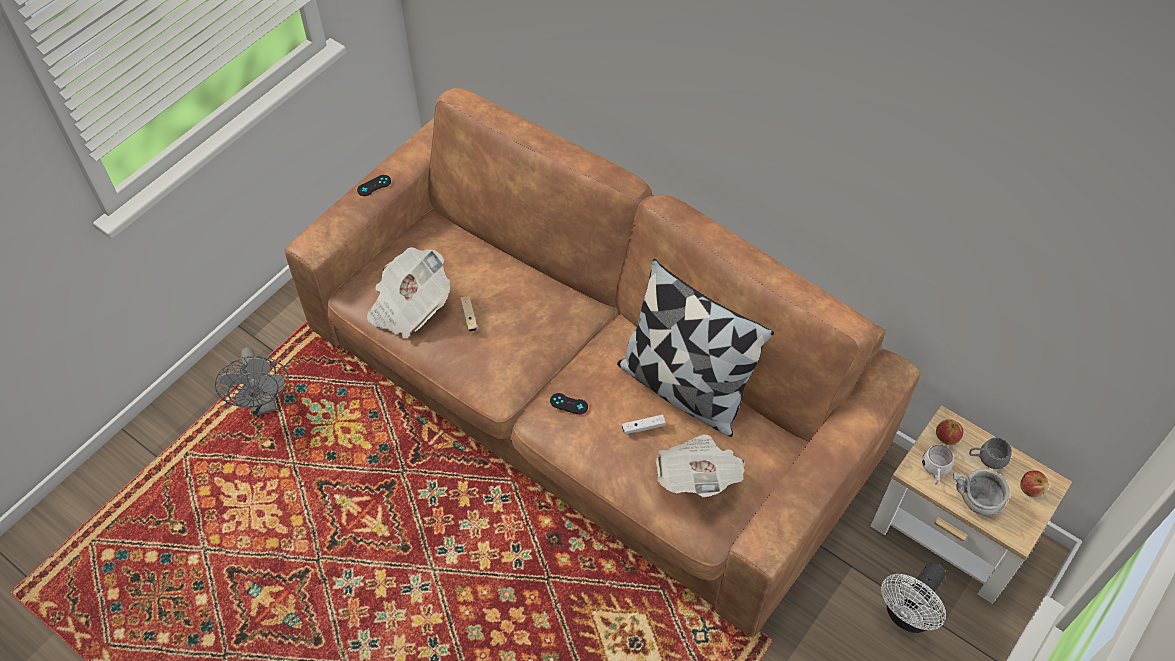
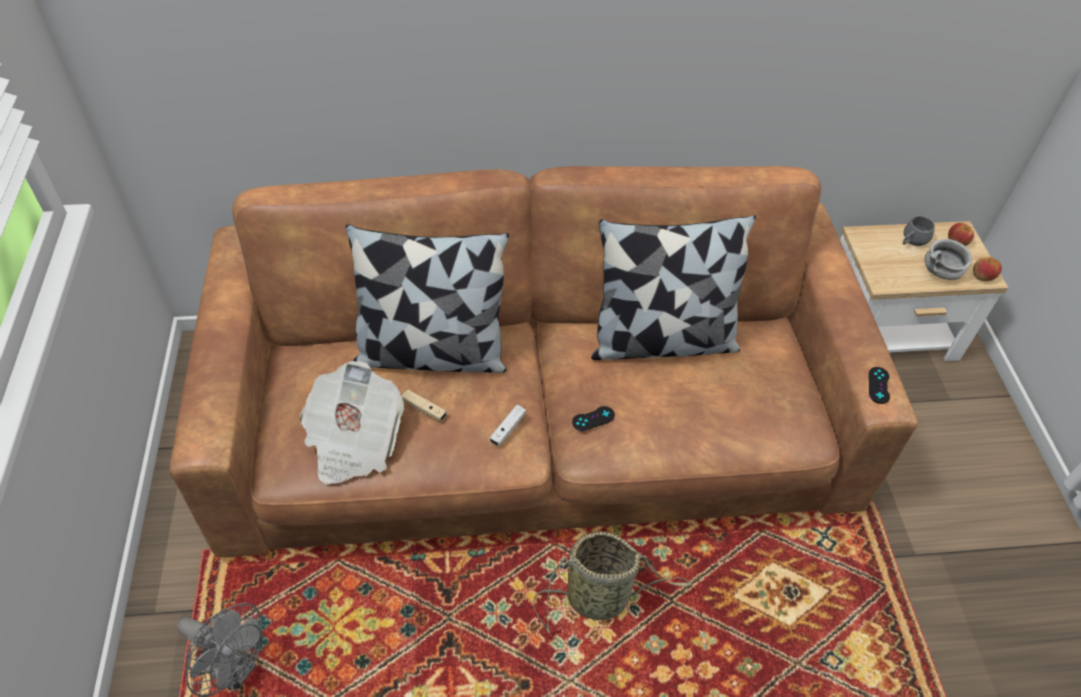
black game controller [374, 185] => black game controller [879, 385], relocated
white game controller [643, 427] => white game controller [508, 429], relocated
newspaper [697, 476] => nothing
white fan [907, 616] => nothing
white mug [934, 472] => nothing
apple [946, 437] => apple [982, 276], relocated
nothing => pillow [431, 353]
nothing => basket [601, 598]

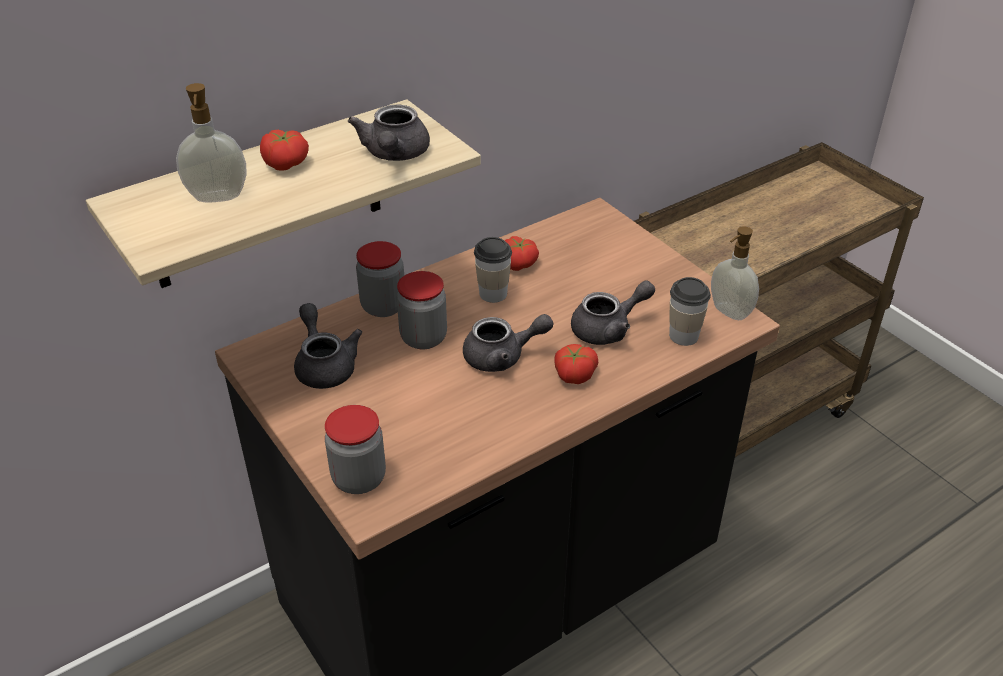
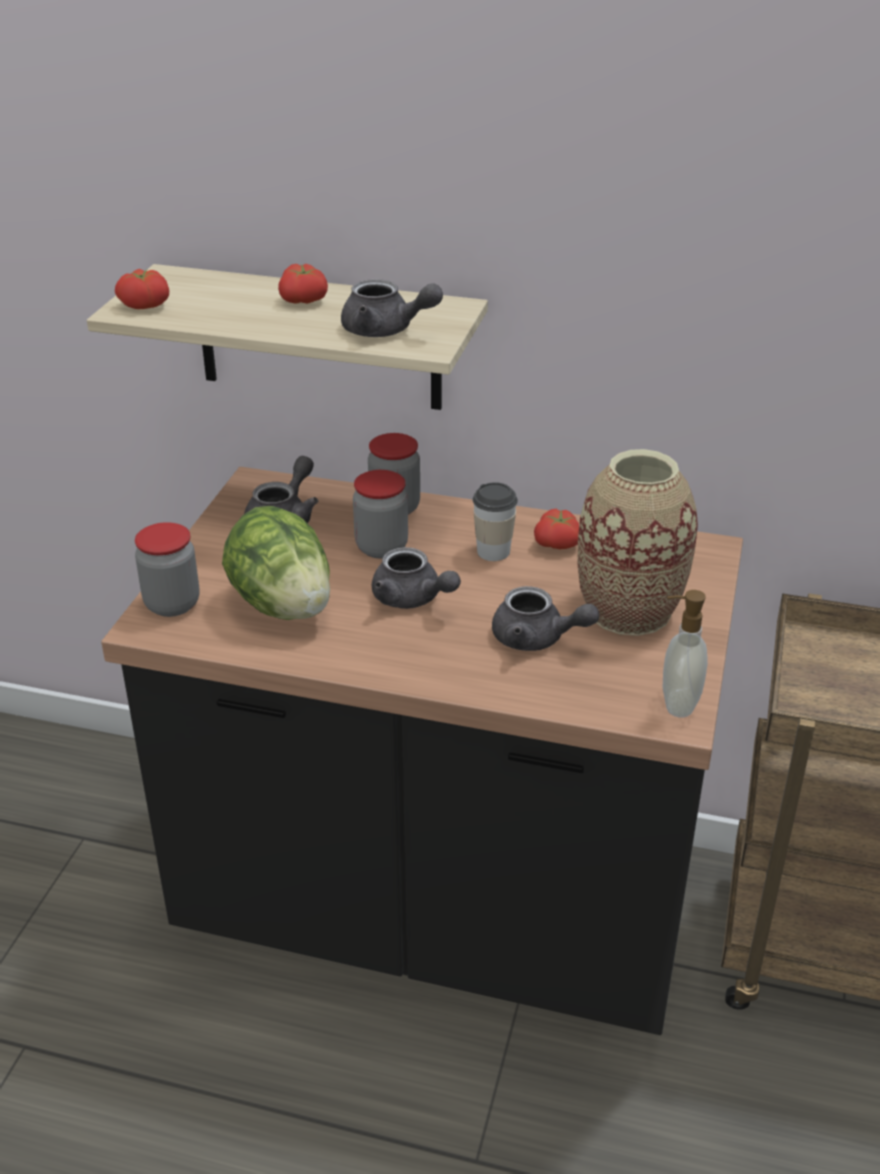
soap dispenser [218, 198] => nothing
grey teapot [394, 155] => grey teapot [386, 330], 120 degrees counterclockwise
tomato [573, 374] => tomato [145, 304], relocated
cup [683, 336] => nothing
nothing => lettuce [283, 605]
nothing => vase [628, 610]

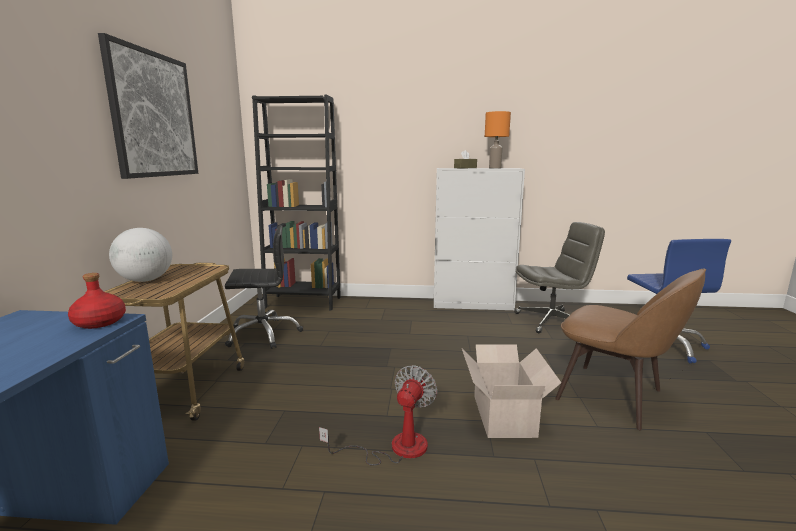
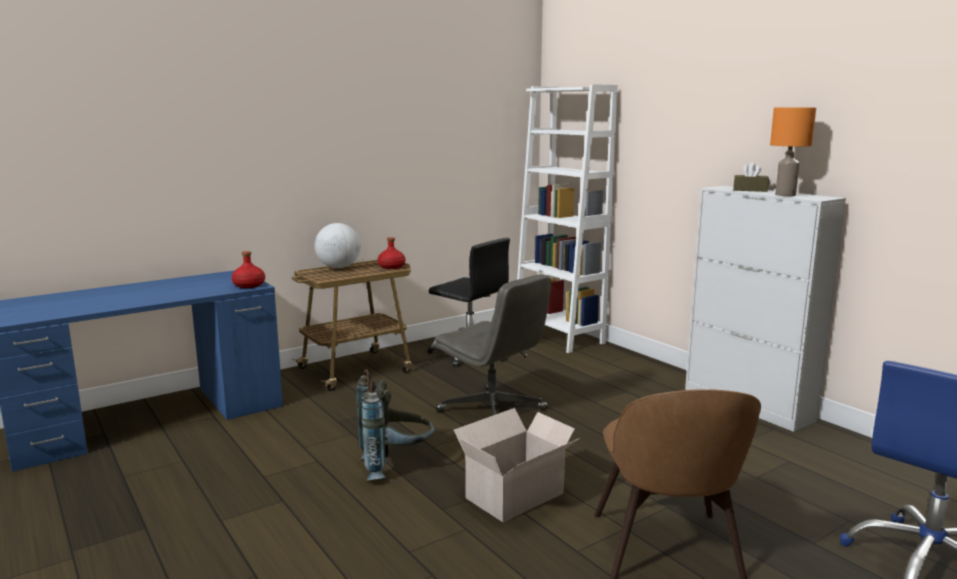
picture [153, 115] => nothing
black bookcase [303, 302] => white bookcase [558, 337]
fan [395, 448] => grey backpack [395, 466]
grey office chair [551, 321] => grey office chair [493, 411], relocated
nothing => red bottle [391, 267]

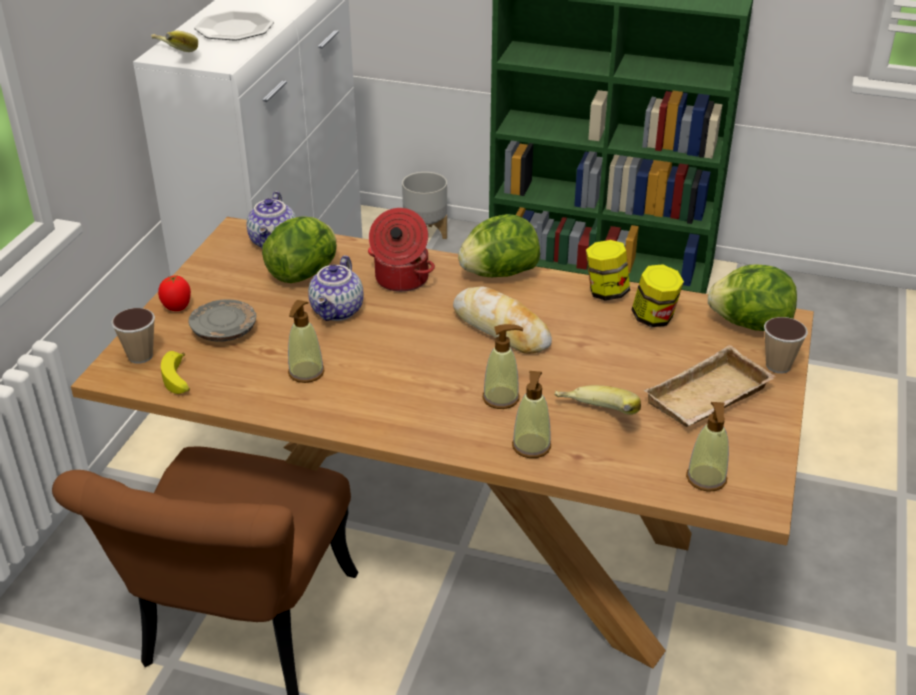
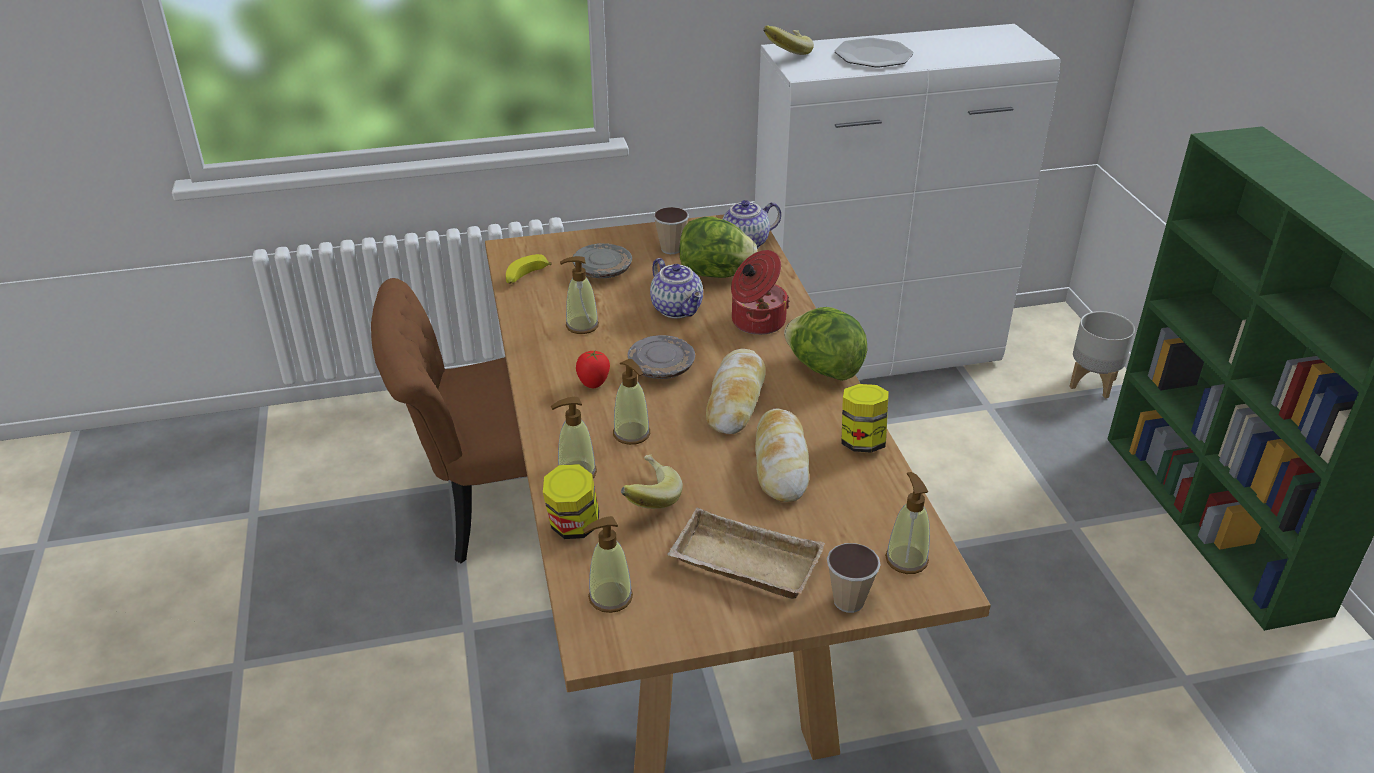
cup [140, 356] => cup [671, 249], relocated
tomato [177, 308] => tomato [593, 384], relocated
teapot [338, 311] => teapot [678, 309], 105 degrees counterclockwise
jar [654, 318] => jar [573, 526], relocated
lettuce [749, 325] => soap dispenser [906, 559]
nothing => grey plate [661, 367]
nothing => bread [780, 463]

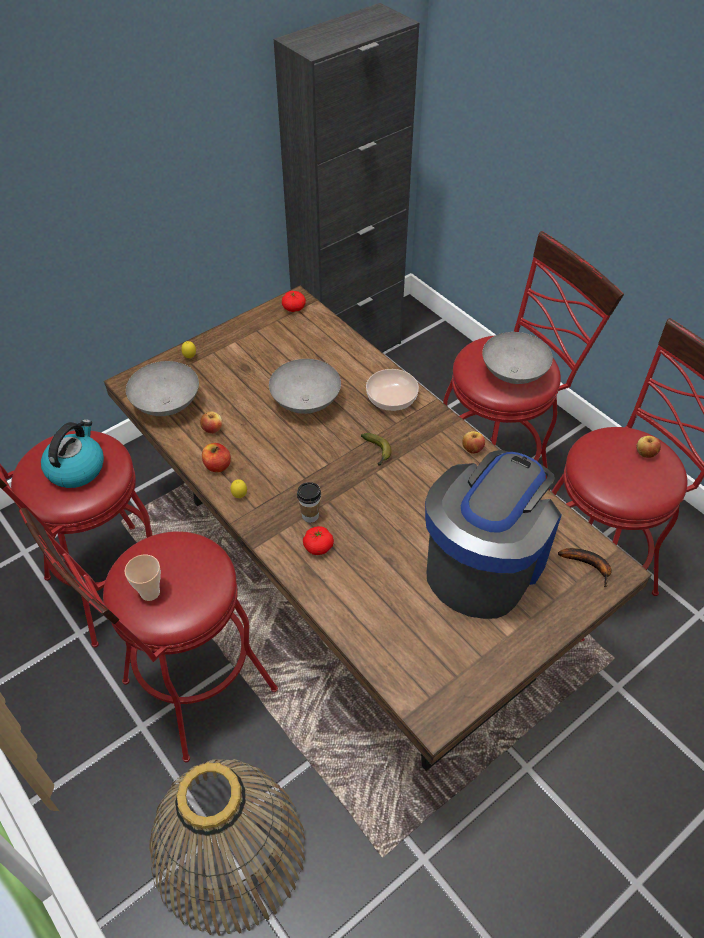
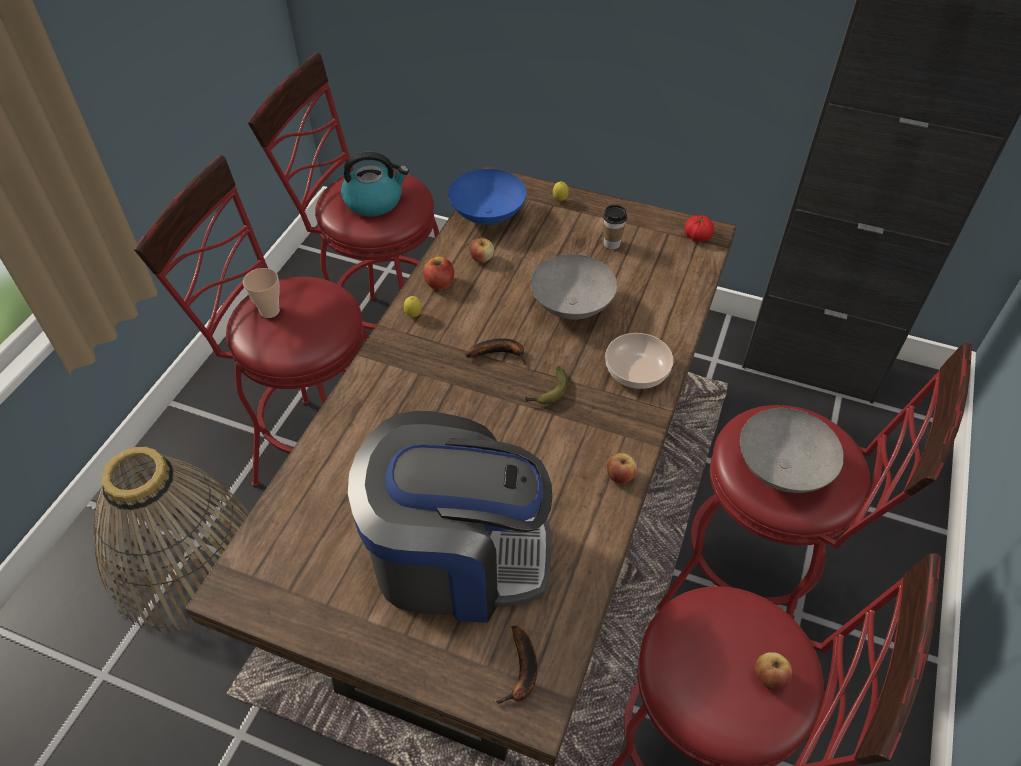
grey bowl [165, 405] => blue bowl [486, 215]
cup [310, 516] => cup [611, 243], relocated
tomato [318, 547] => nothing
nothing => banana [500, 353]

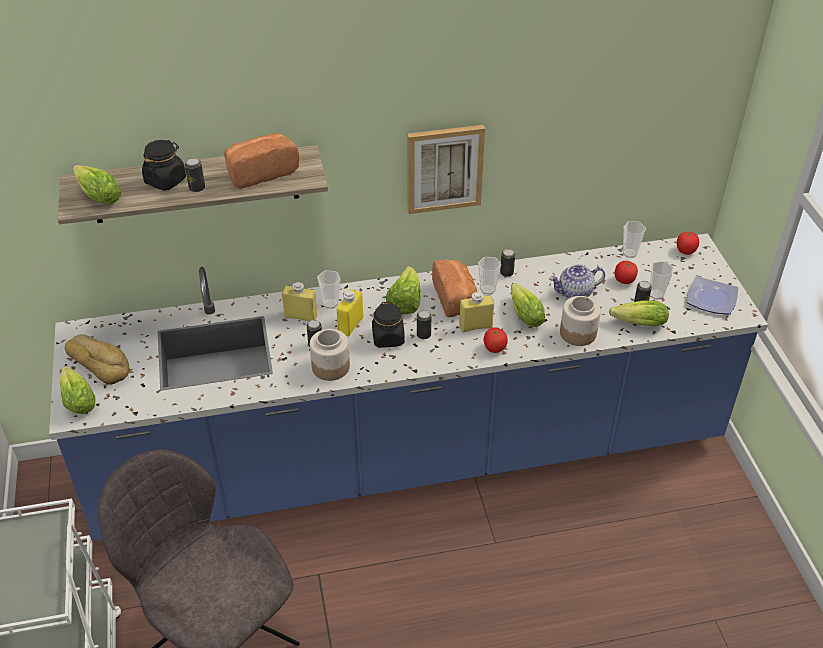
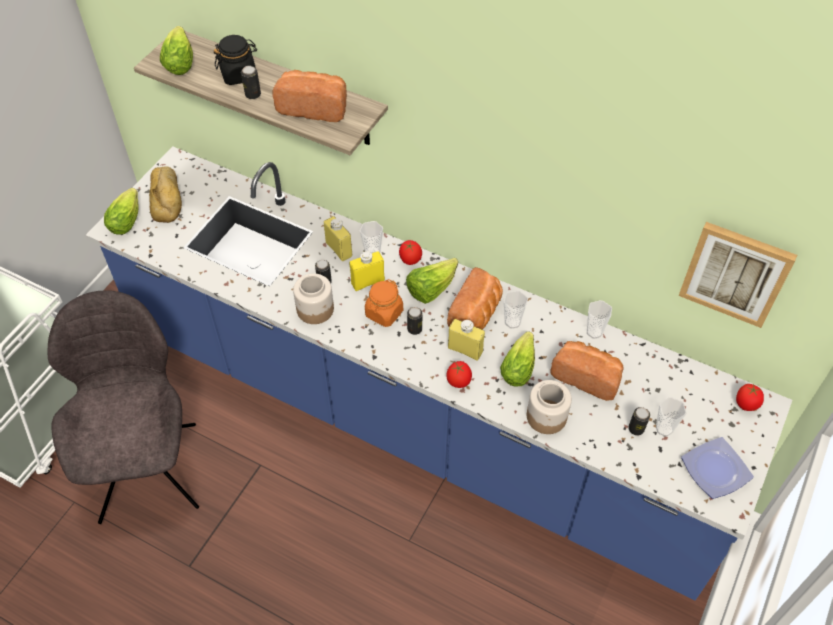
black jar [388, 338] => orange jar [384, 313]
picture [444, 168] => picture [735, 273], relocated
can [506, 273] => nothing
teapot [575, 293] => bread [587, 376]
lettuce [636, 323] => nothing
tomato [624, 280] => tomato [410, 259], relocated
cup [629, 253] => cup [594, 332], relocated

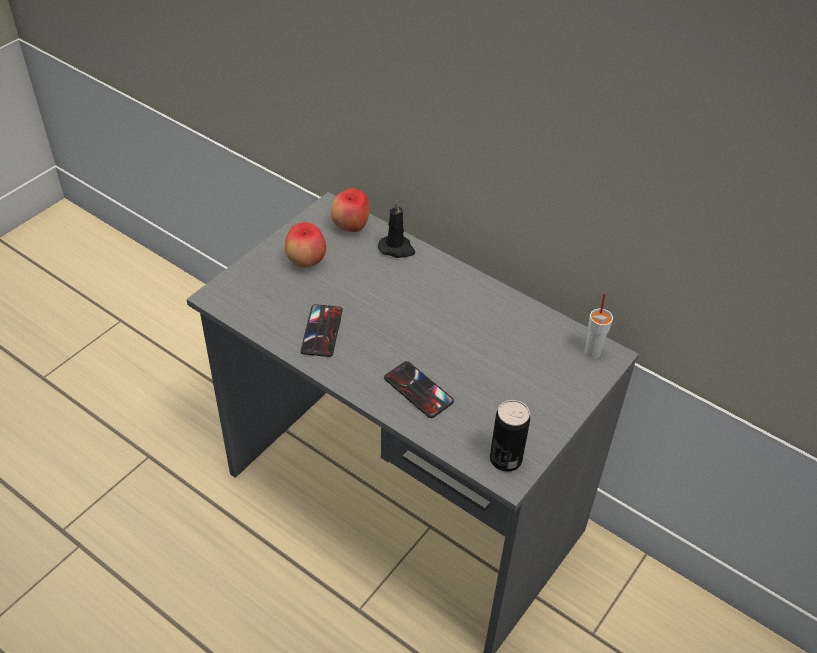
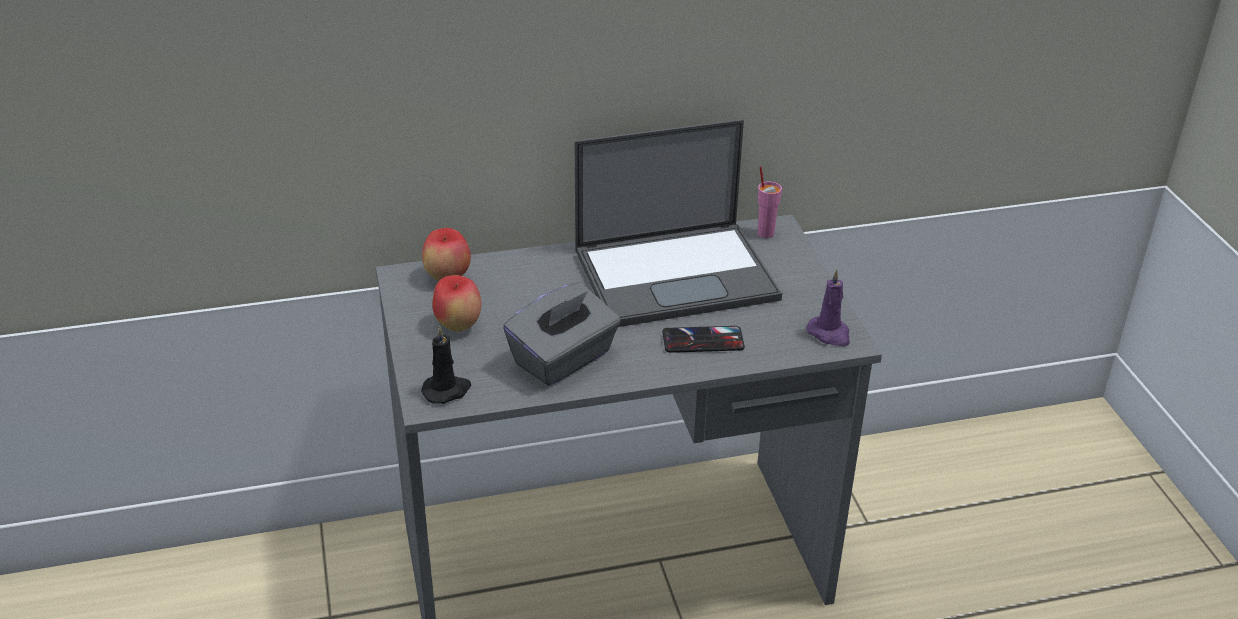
phone [322, 331] => grey tissue box [563, 359]
black candle [397, 248] => black candle [447, 390], relocated
can [505, 459] => purple candle [829, 334]
white cup [593, 352] => pink cup [765, 233]
nothing => laptop [677, 274]

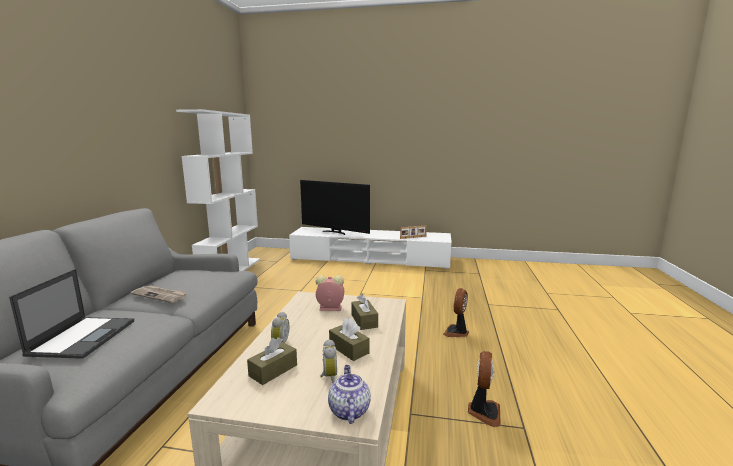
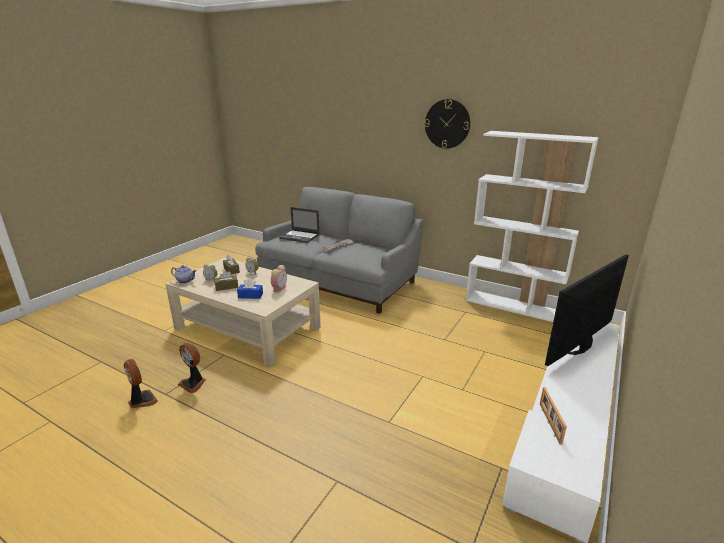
brown tissue box [364, 321] => blue tissue box [250, 295]
fan [457, 332] => fan [142, 401], relocated
nothing => wall clock [447, 124]

